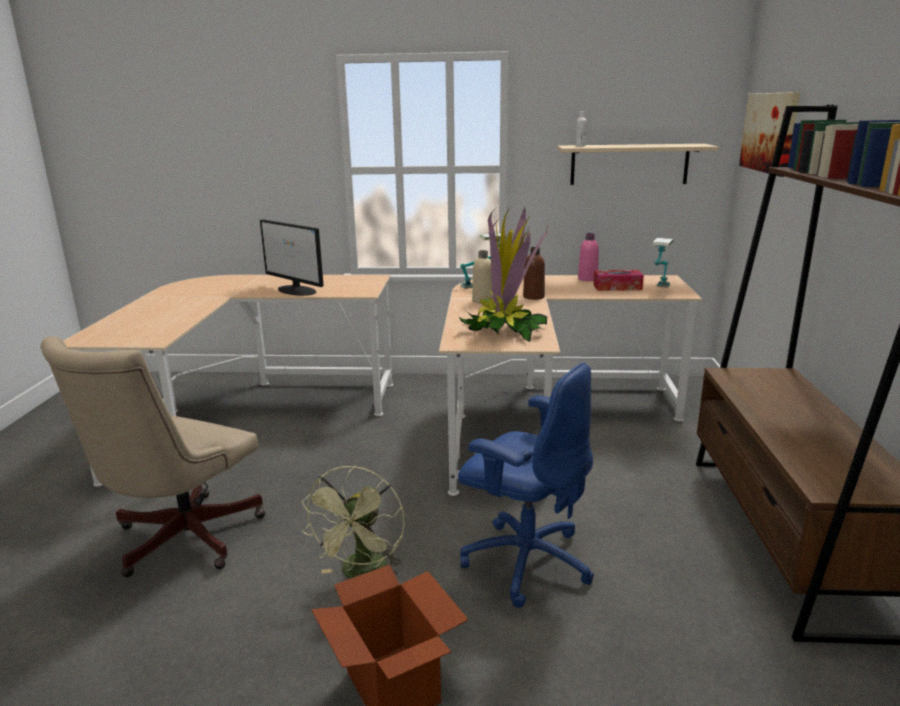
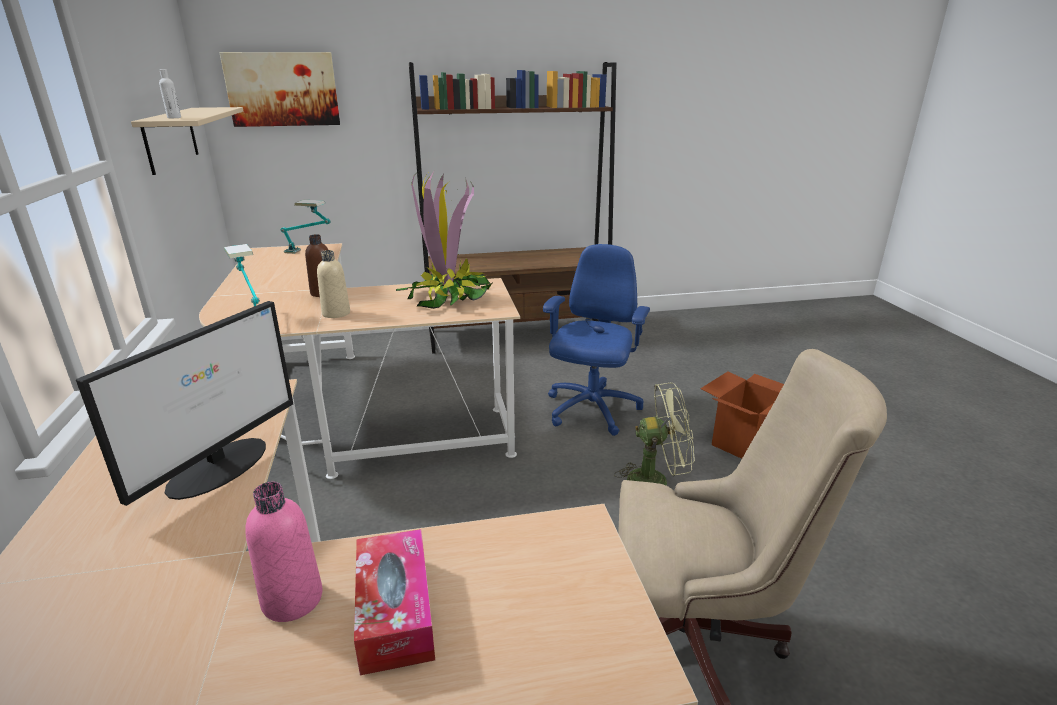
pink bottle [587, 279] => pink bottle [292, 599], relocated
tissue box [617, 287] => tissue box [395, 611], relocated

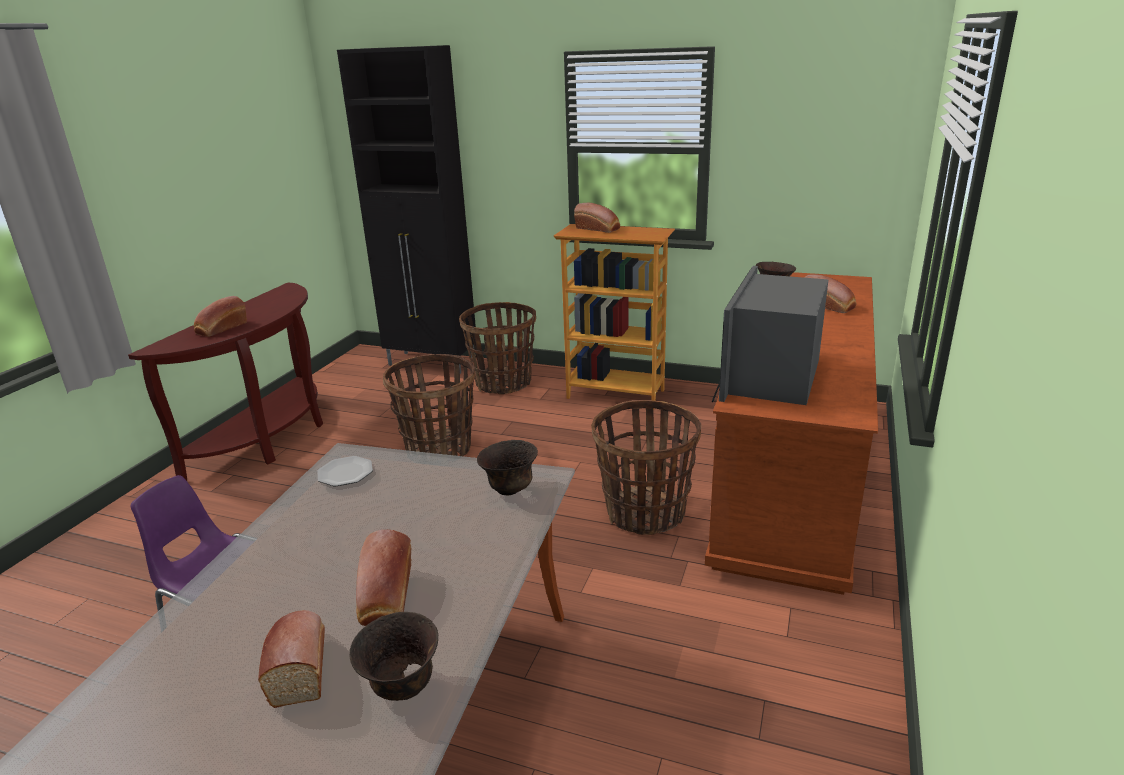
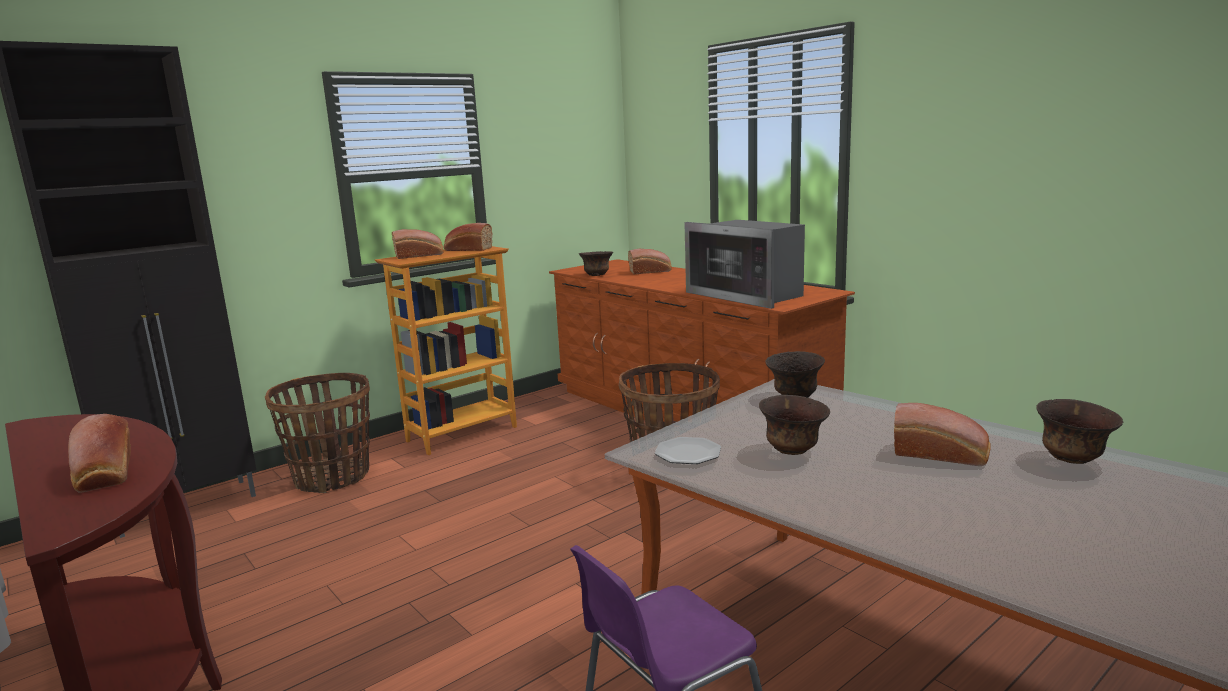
bread [299, 667] => bread [467, 249], relocated
basket [439, 450] => nothing
nothing => brown bowl [793, 450]

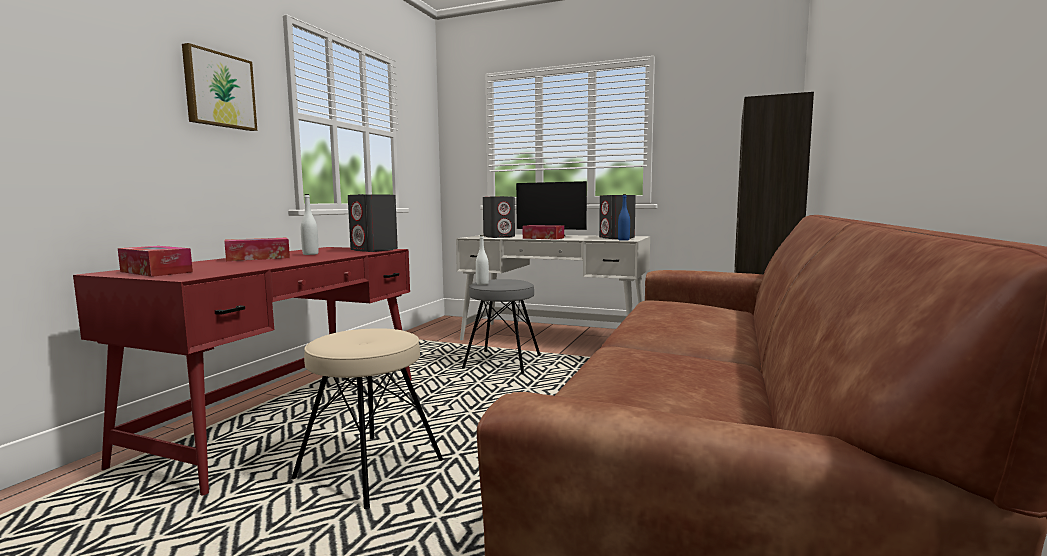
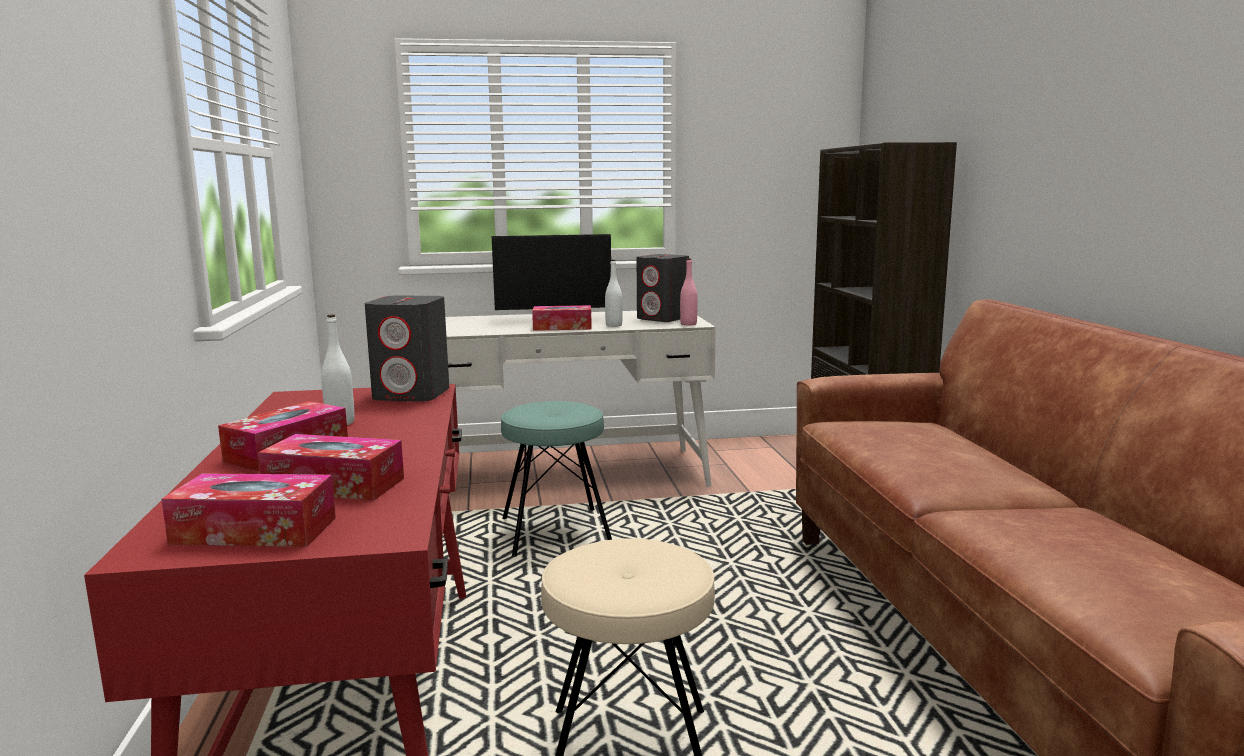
picture [219, 90] => nothing
grey stool [502, 362] => turquoise stool [555, 532]
white bottle [482, 284] => white bottle [614, 325], relocated
grey speaker [499, 237] => nothing
blue bottle [623, 240] => pink bottle [688, 324]
nothing => tissue box [334, 485]

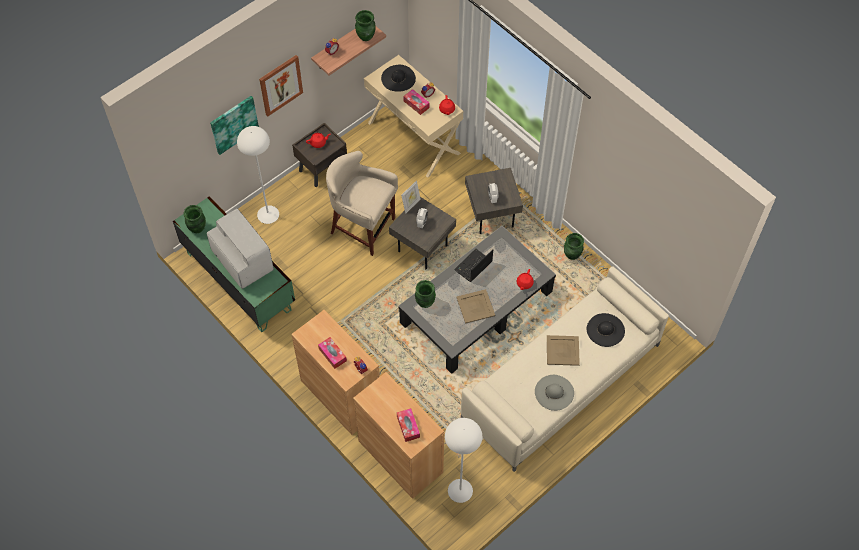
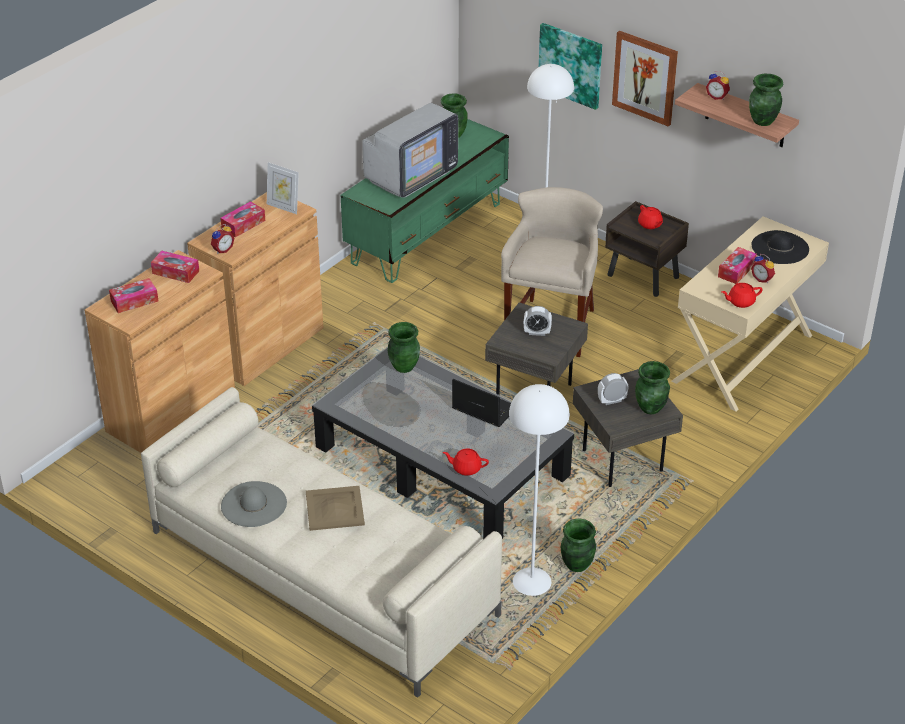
picture frame [411, 205] => picture frame [283, 207], relocated
white floor lamp [460, 490] => white floor lamp [532, 582], relocated
beige tray [476, 306] => nothing
black hat [605, 330] => nothing
nothing => tissue box [175, 272]
nothing => green vase [651, 408]

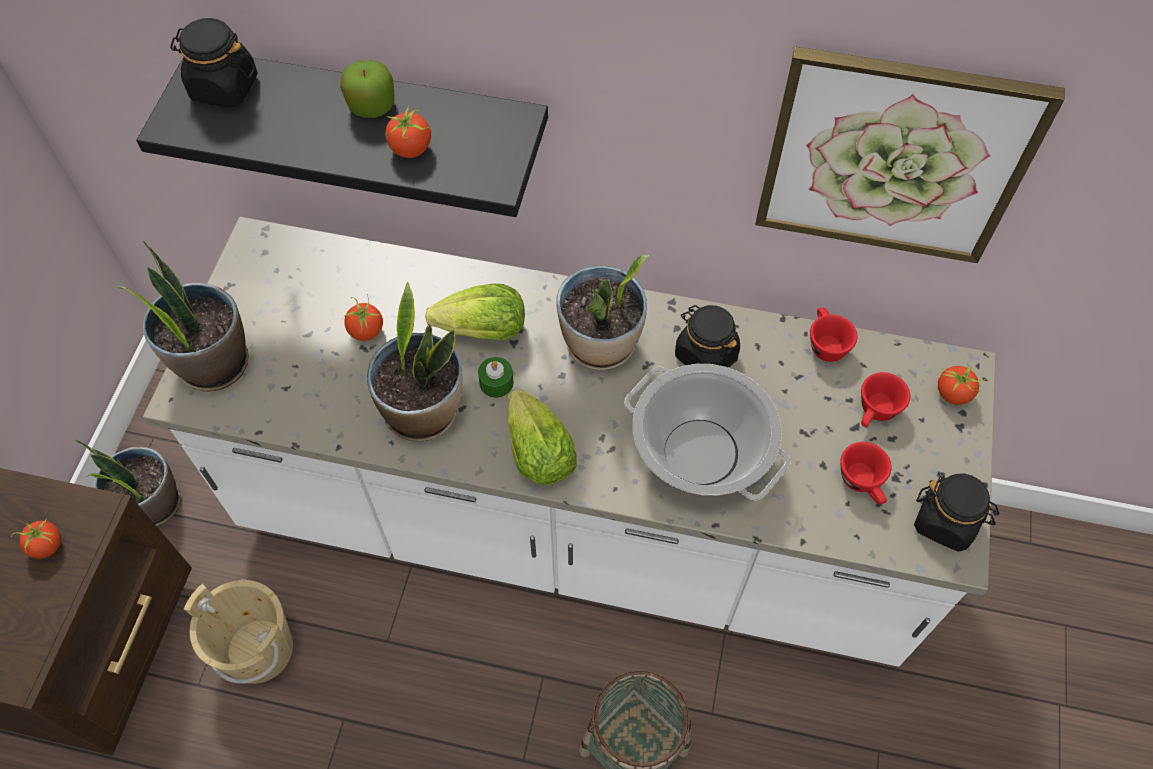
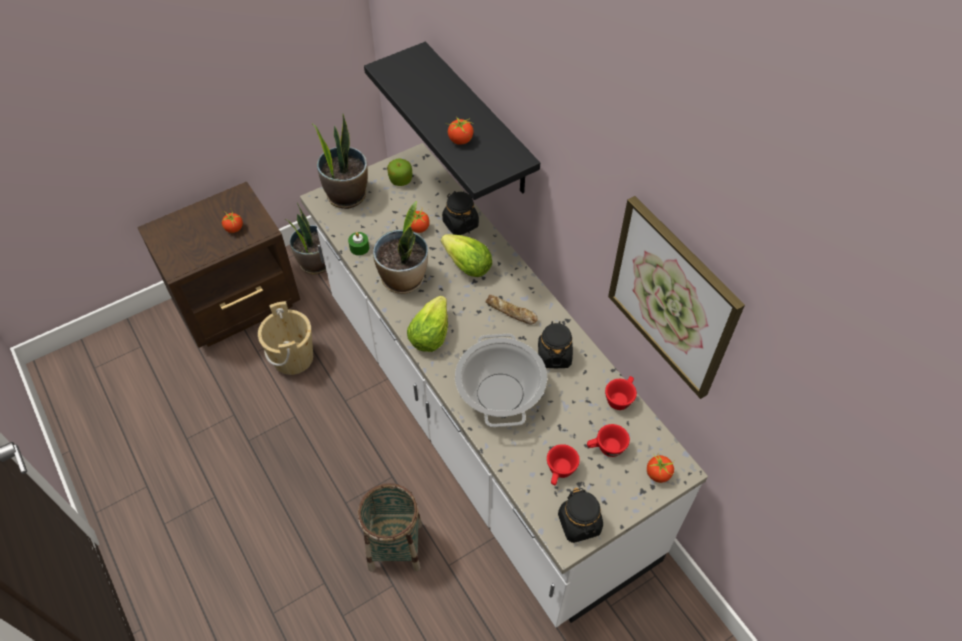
black jar [224, 87] => black jar [460, 224], relocated
apple [371, 105] => apple [400, 180], relocated
green candle [496, 383] => green candle [359, 248], relocated
potted plant [601, 345] => bread [511, 312]

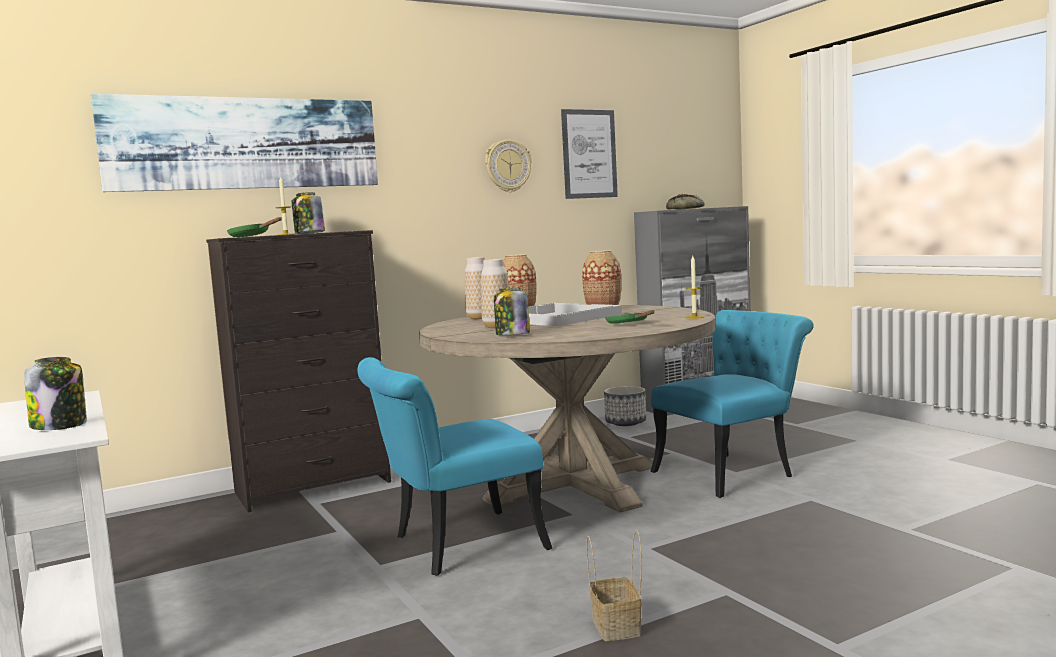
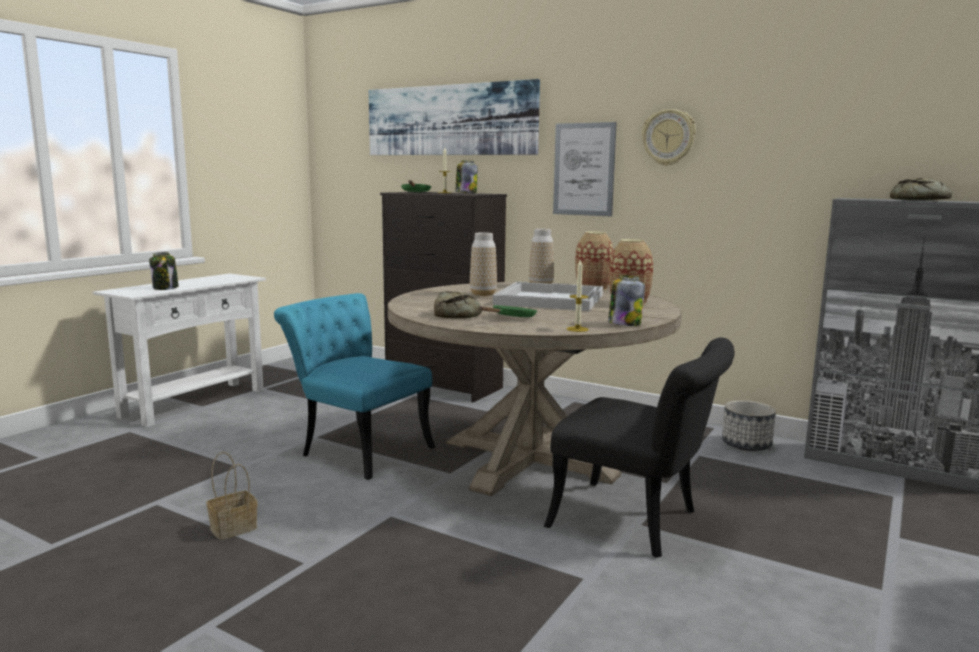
jar [512, 335] => jar [624, 324], relocated
picture [589, 154] => picture [584, 169], relocated
turquoise chair [733, 472] => black chair [638, 522]
nothing => bread [458, 314]

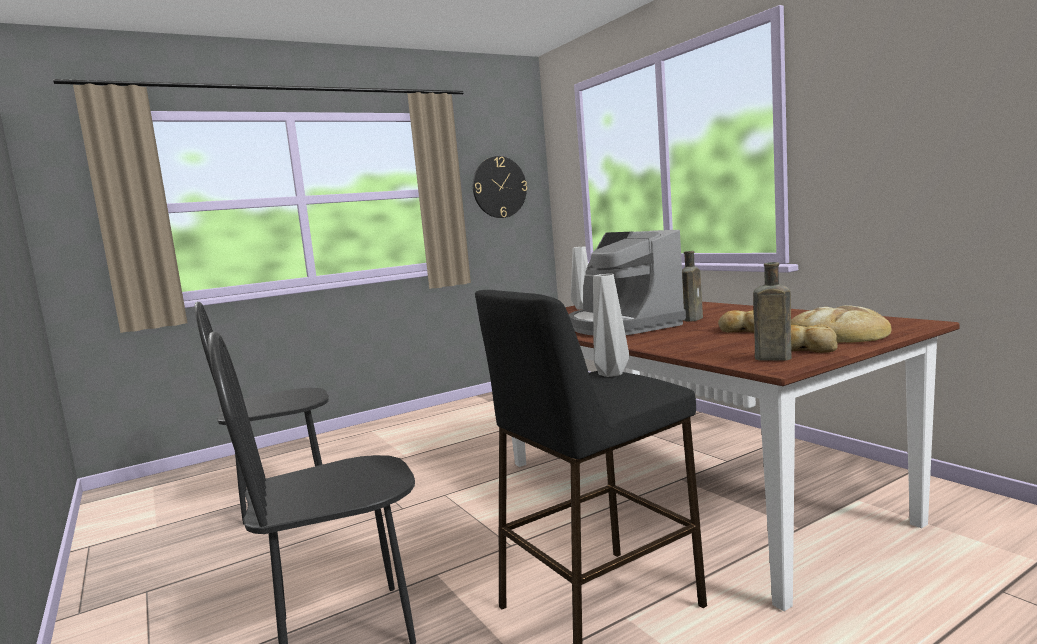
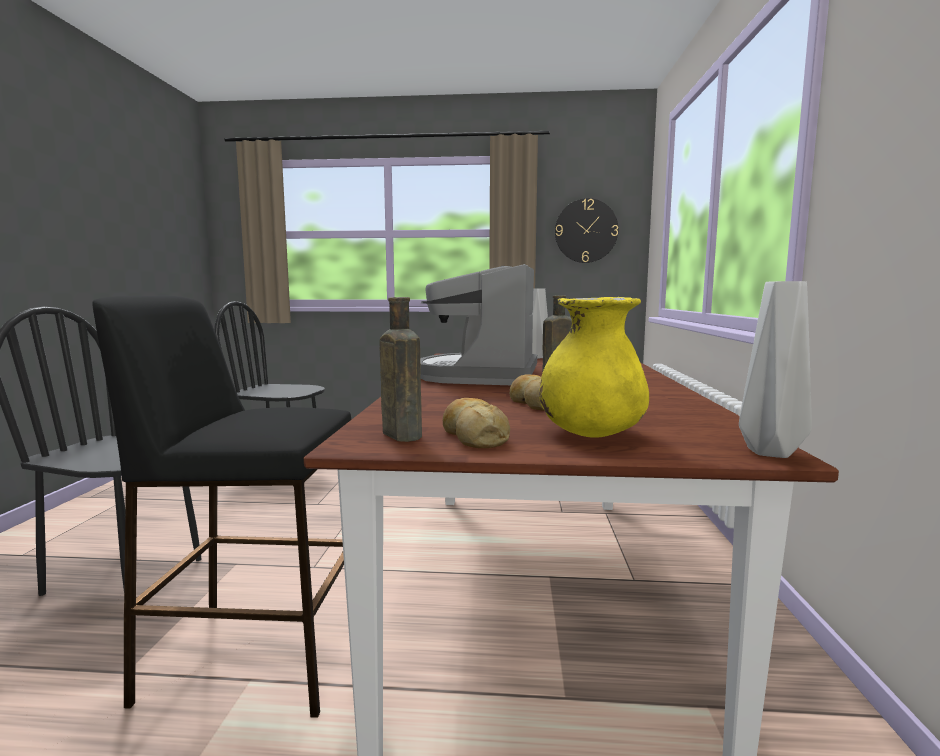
grey vase [609, 374] => grey vase [767, 452], relocated
bread [838, 334] => yellow vase [591, 434]

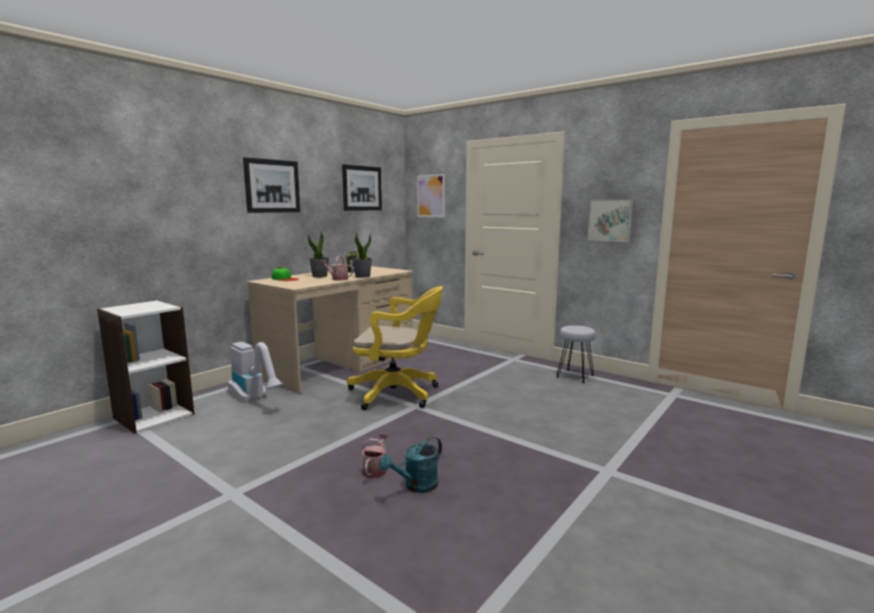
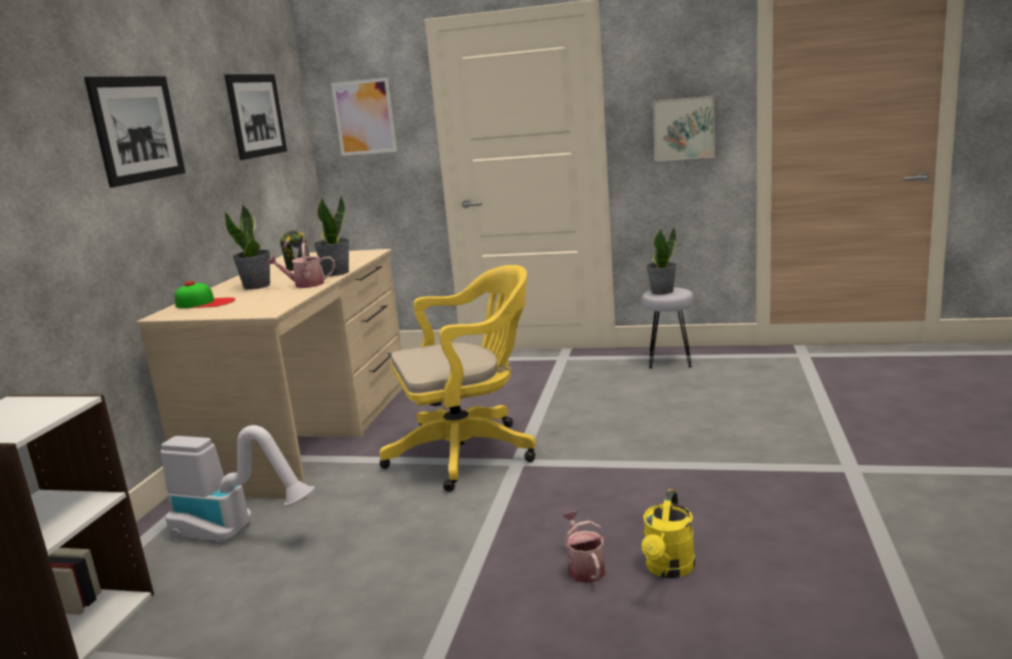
turquoise watering can [416, 486] => yellow watering can [668, 569]
nothing => potted plant [662, 291]

